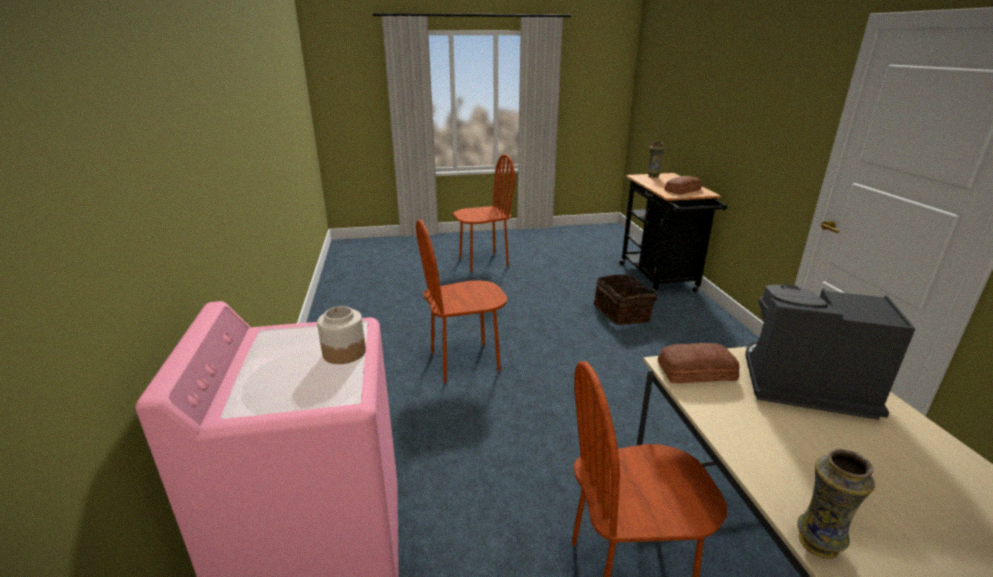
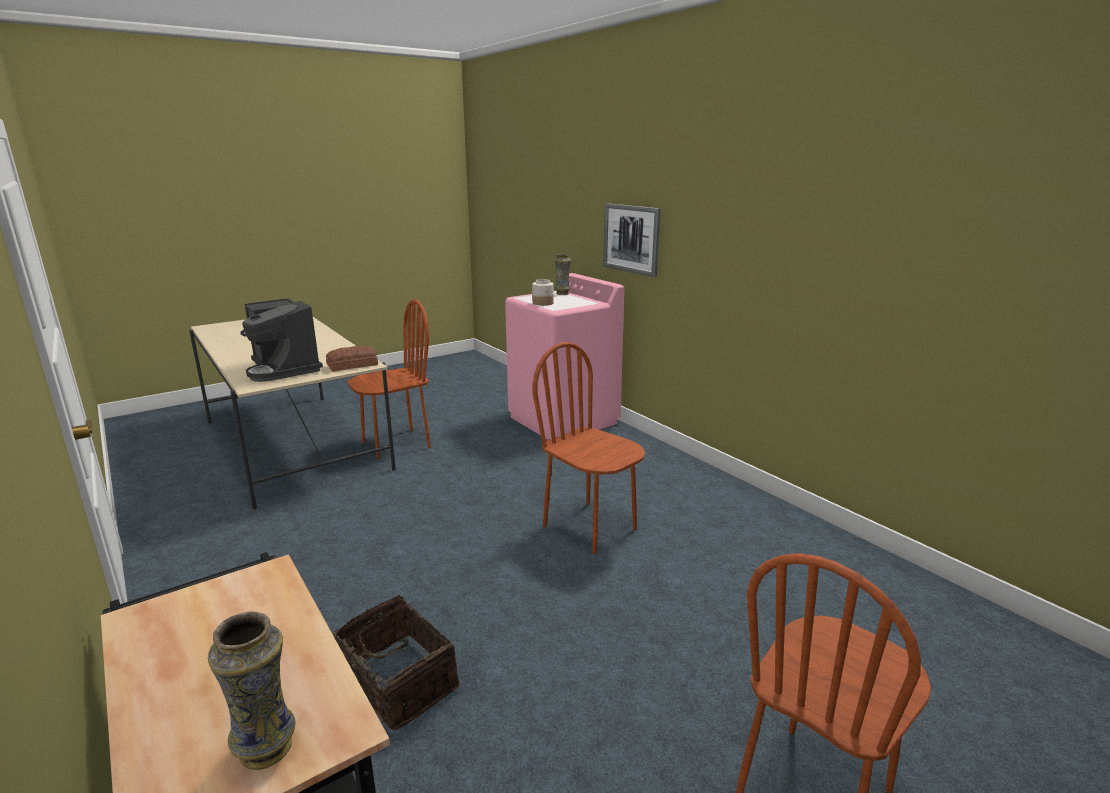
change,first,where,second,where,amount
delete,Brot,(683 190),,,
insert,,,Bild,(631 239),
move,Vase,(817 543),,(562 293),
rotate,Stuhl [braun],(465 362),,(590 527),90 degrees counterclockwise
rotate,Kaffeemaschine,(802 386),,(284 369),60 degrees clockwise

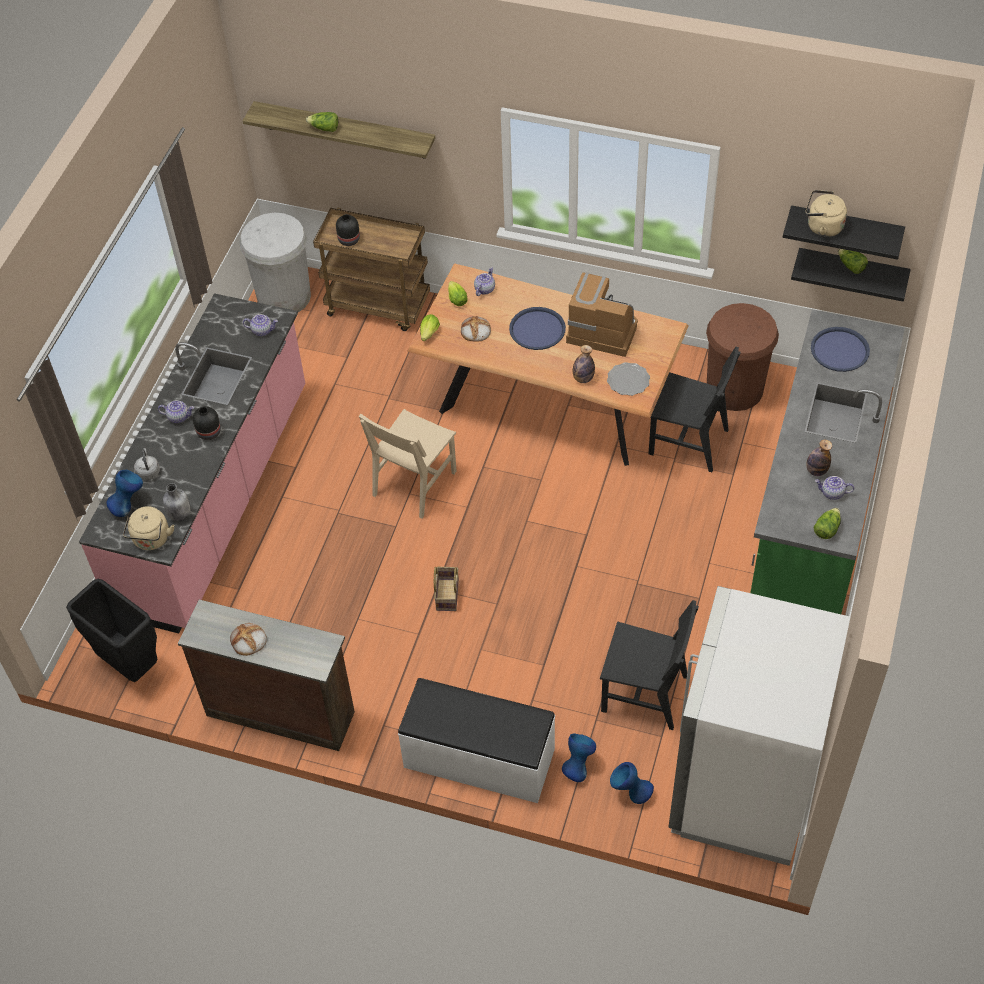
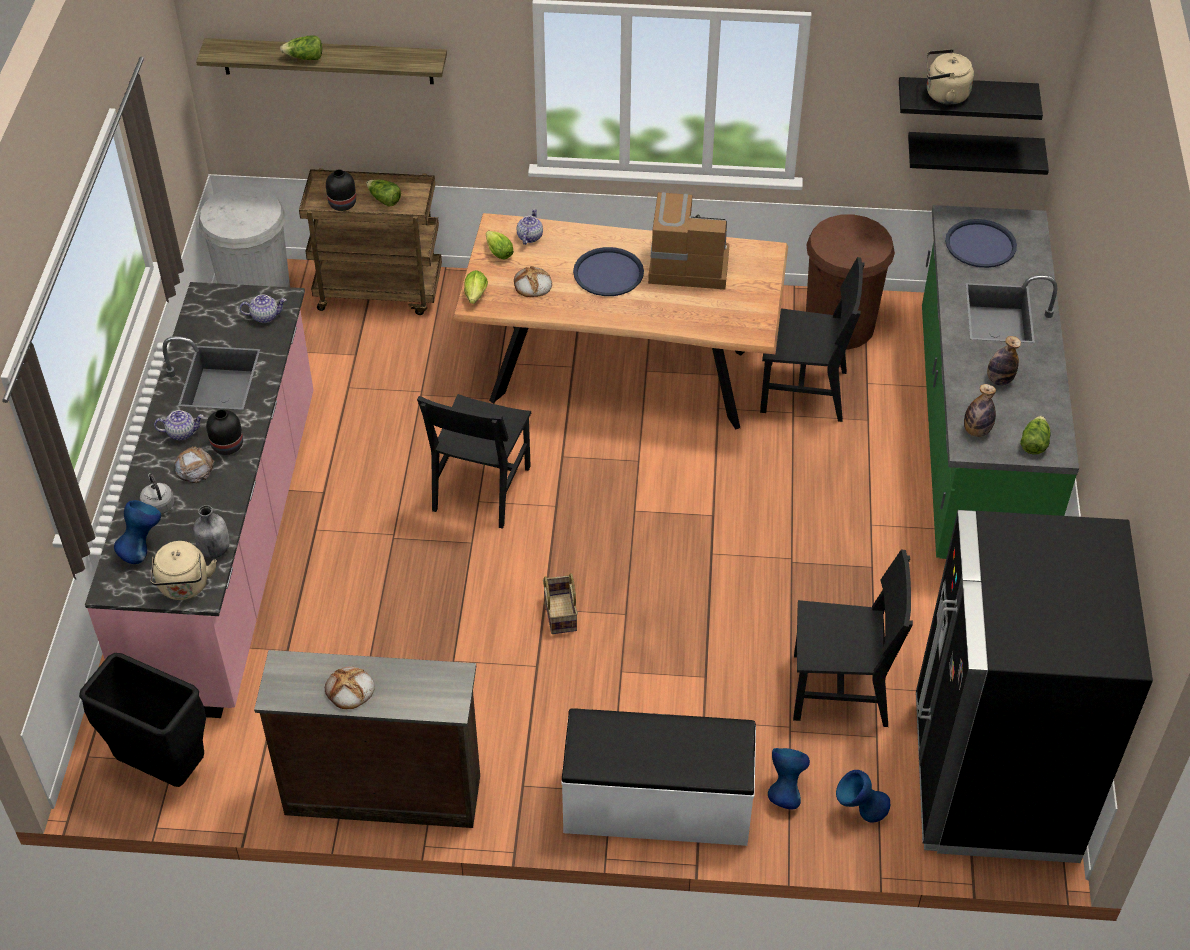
change,first,where,second,where,amount
delete,Teller,(628 380),,,
delete,Teekanne,(832 493),,,
insert,,,Brot,(194 468),
move,Flasche,(583 378),,(976 431),
move,Salatkopf,(851 266),,(384 199),
recolor,Stuhl [beige],(414 483),Stuhl [schwarz],(481 488),
recolor,Kühlschrank [weiß],(742 787),Kühlschrank [schwarz],(993 780),

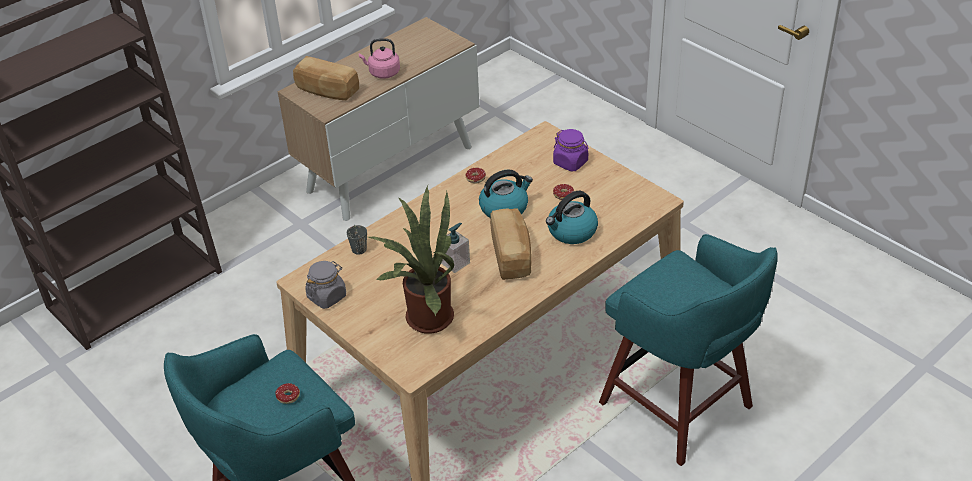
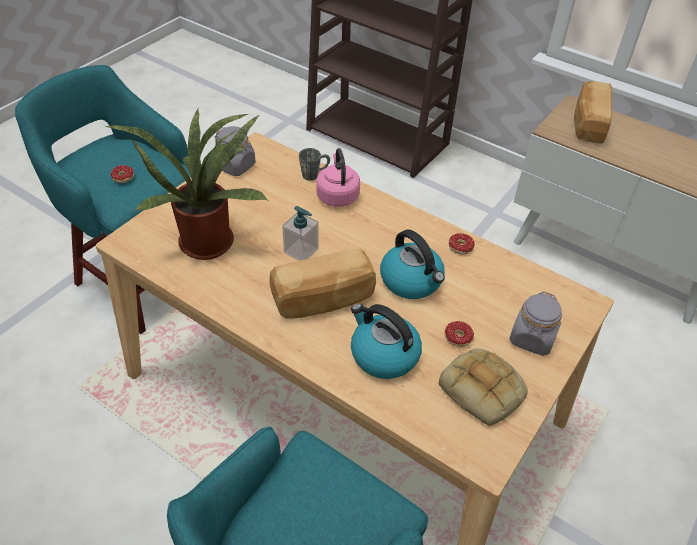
change,first,where,second,where,amount
insert,,,Brot,(484 390),
move,Wasserkessel [rosa],(382 73),,(337 195),
recolor,Vorratsglas [lila],(570 162),Vorratsglas [grau],(532 338),

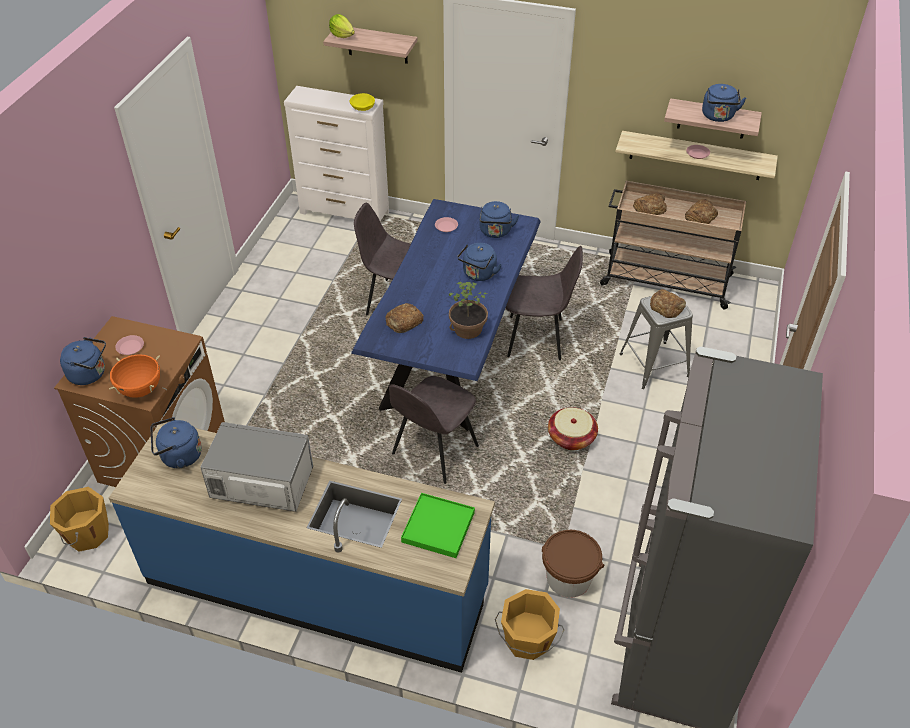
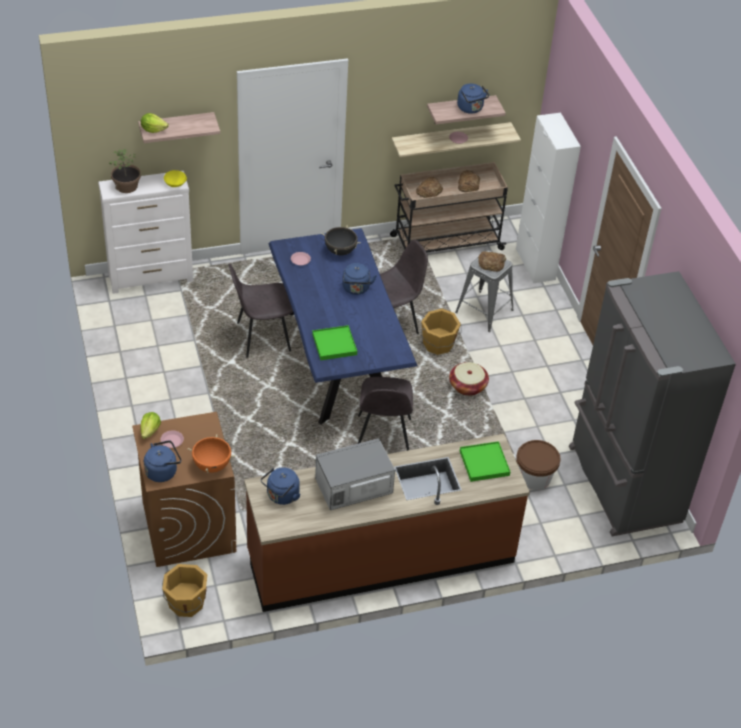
change,first,where,second,where,amount
insert,,,Salatkopf,(150 431),
insert,,,Schrank [weiß],(535 264),
move,Topfpflanze,(468 329),,(127 186),
move,Eimer [orange],(527 640),,(438 345),
replace,Brot,(403 321),Tablett [grün],(334 344),
replace,Wasserkessel [blau],(495 232),Kochtopf [schwarz],(340 251),
recolor,Küchenzeile [blau],(317 586),Küchenzeile [braun],(380 557),

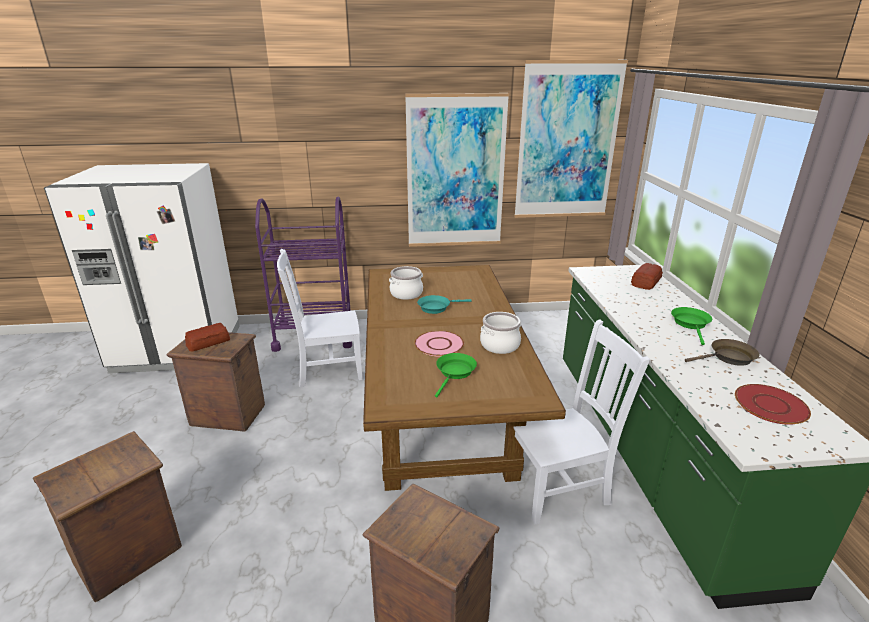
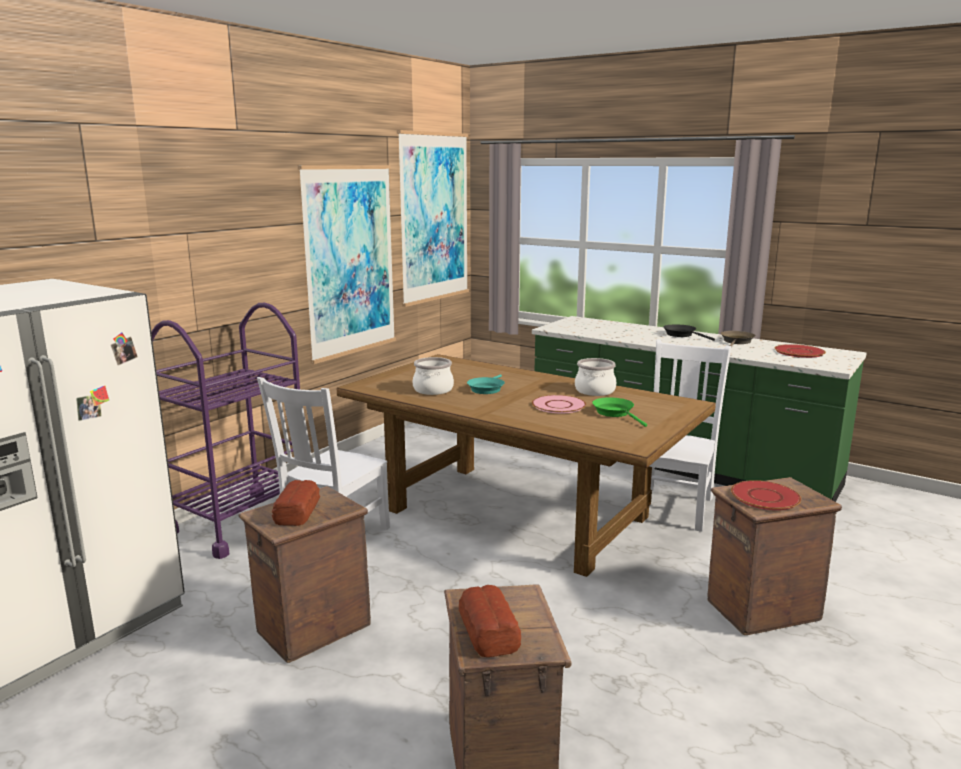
change,first,where,second,where,amount
insert,,,Teller [rot],(764 496),
move,Brot,(645 282),,(488 631),
recolor,Pfanne [grün],(691 324),Pfanne [schwarz],(682 335),

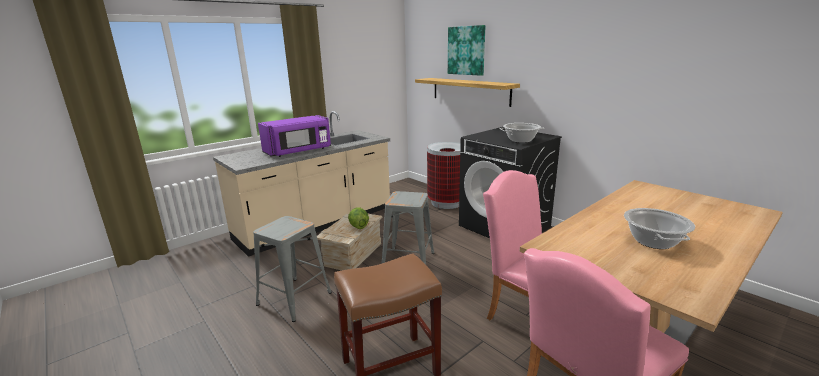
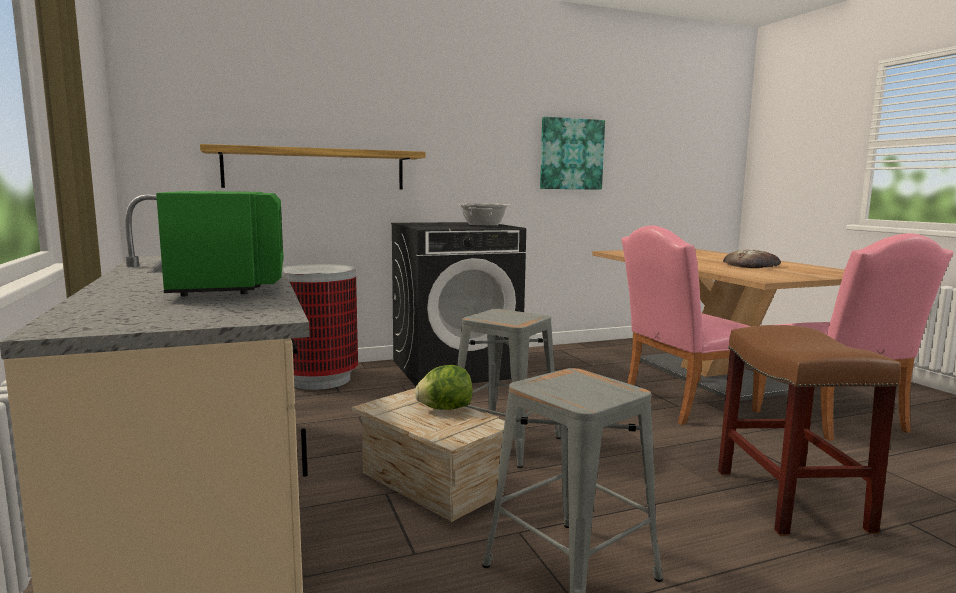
change,first,where,second,where,amount
move,Bild,(466 50),,(571 154),
replace,Kochtopf,(654 241),Brot,(751 265),
recolor,Mikrowelle [lila],(298 151),Mikrowelle [grün],(232 284),

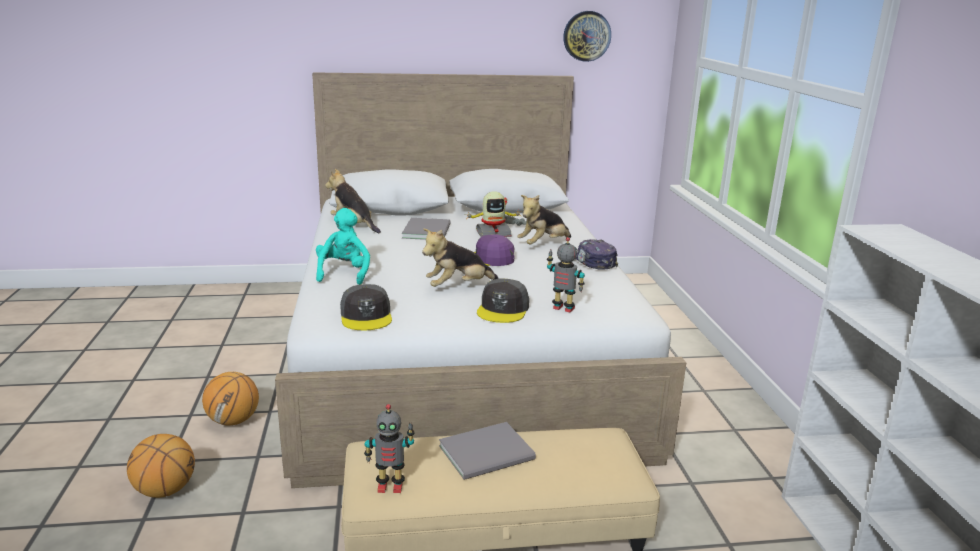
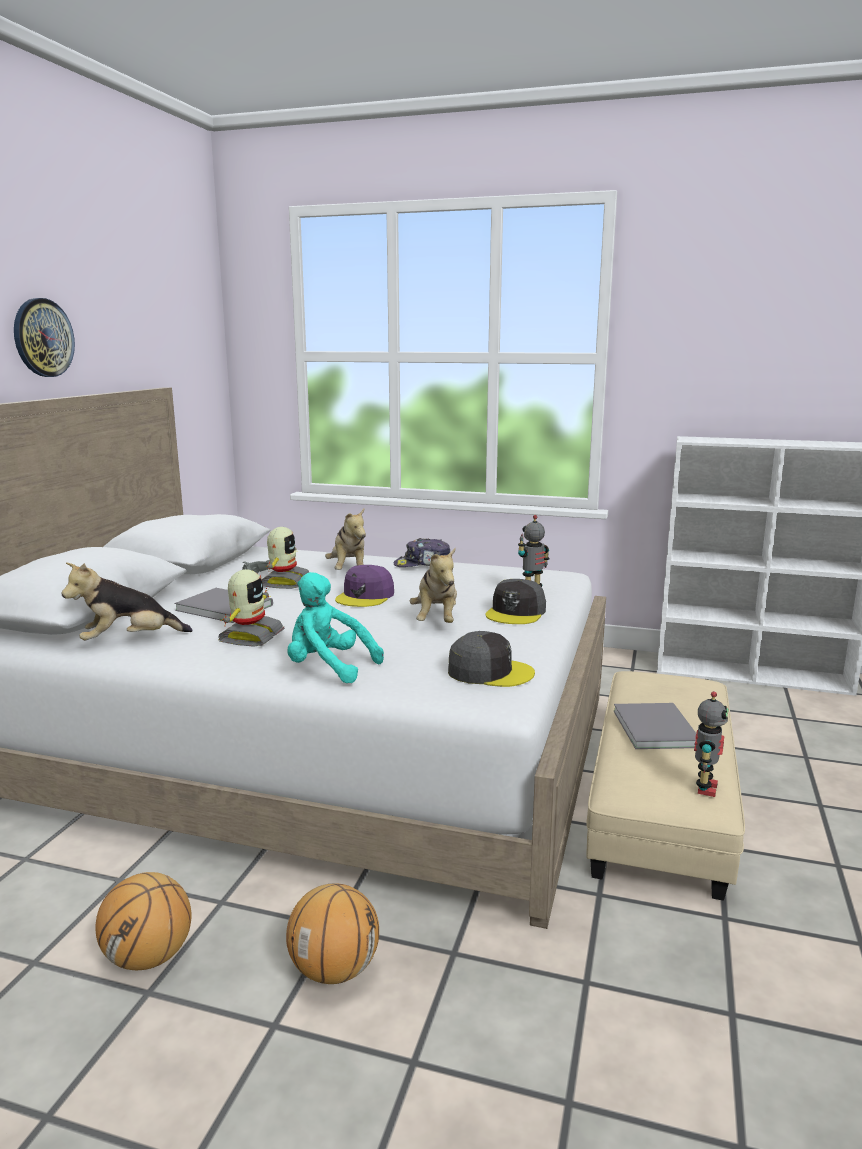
change,first,where,second,where,amount
insert,,,Spielzeugroboter,(250 637),
move,Basketball,(165 491),,(149 957),
move,Wanduhr,(586 36),,(43 338),
rotate,Kappe [grau],(503 309),,(516 612),75 degrees clockwise

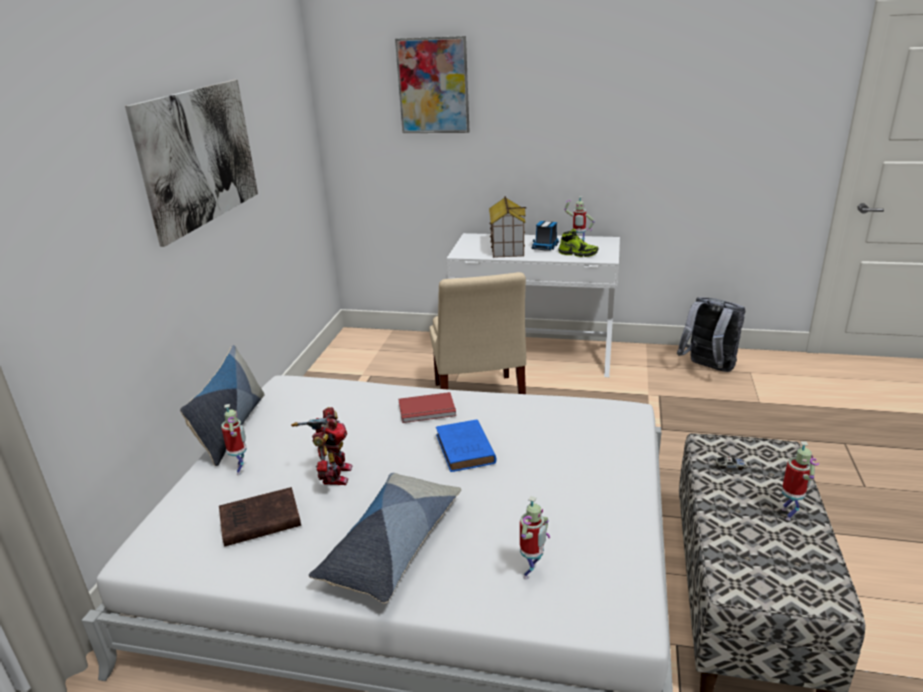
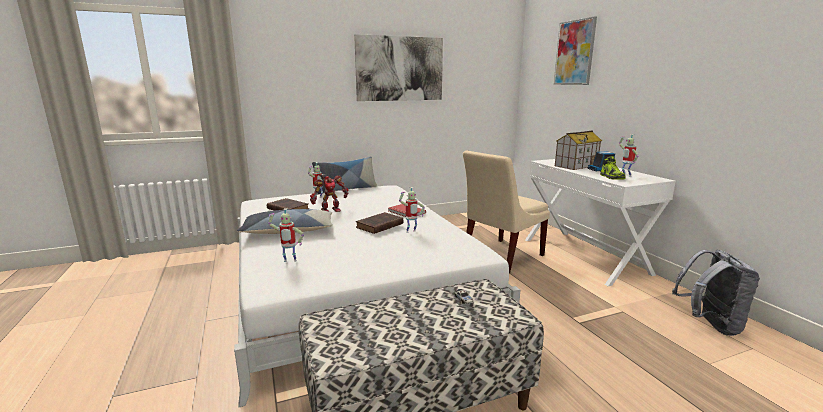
change,first,where,second,where,amount
move,Spielzeugroboter,(789 514),,(411 232),
recolor,Buch [blau],(465 450),Buch [braun],(379 226),

